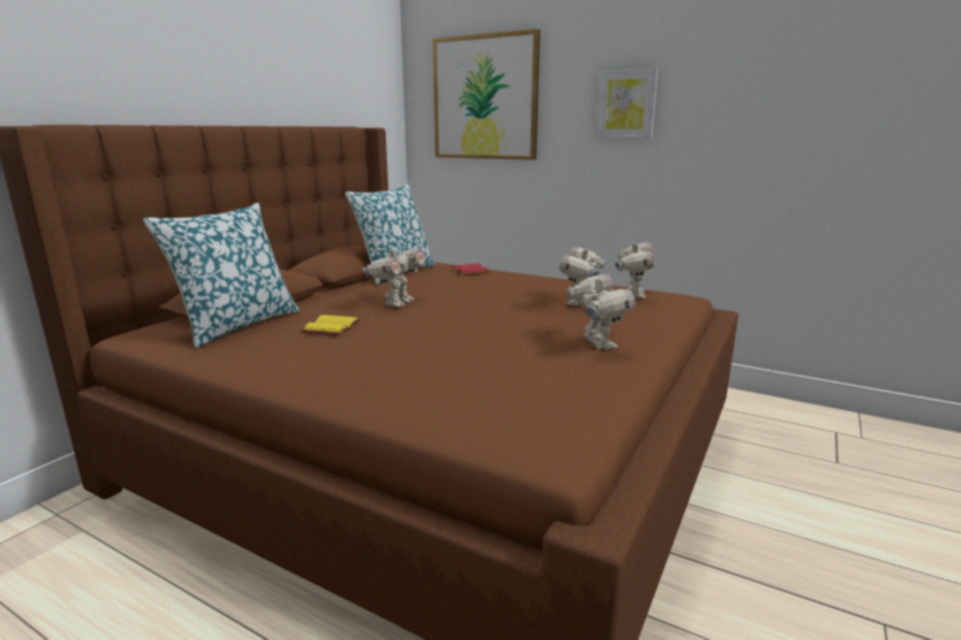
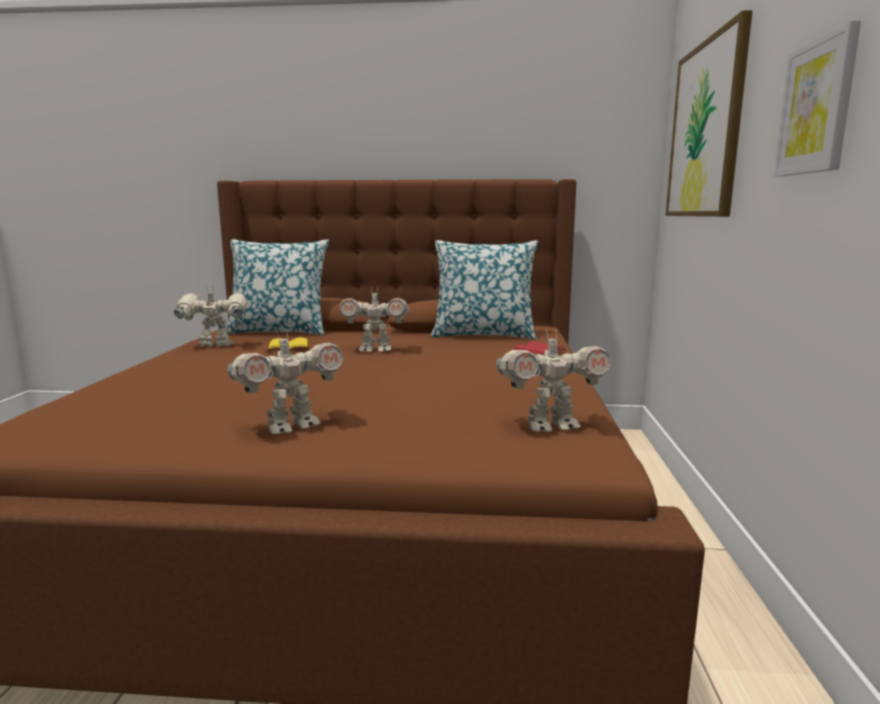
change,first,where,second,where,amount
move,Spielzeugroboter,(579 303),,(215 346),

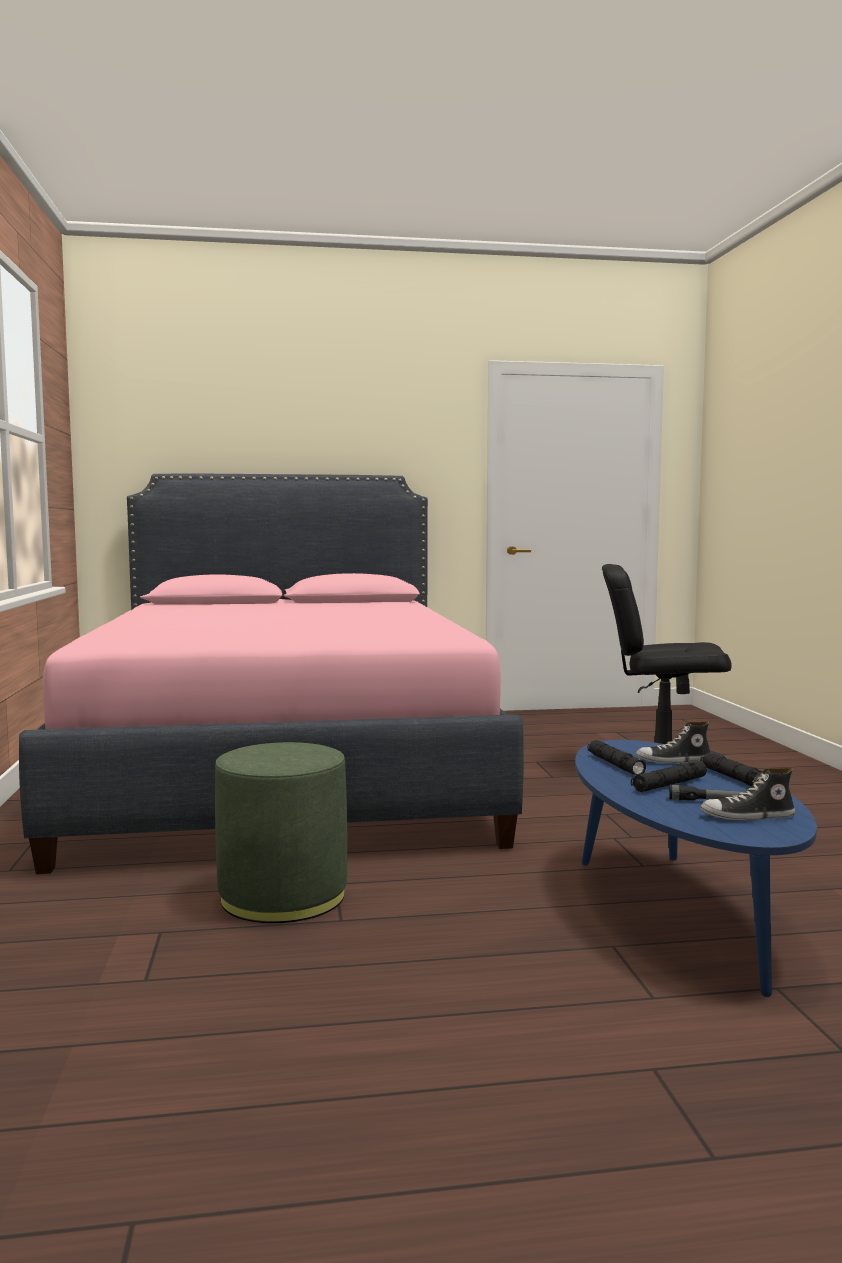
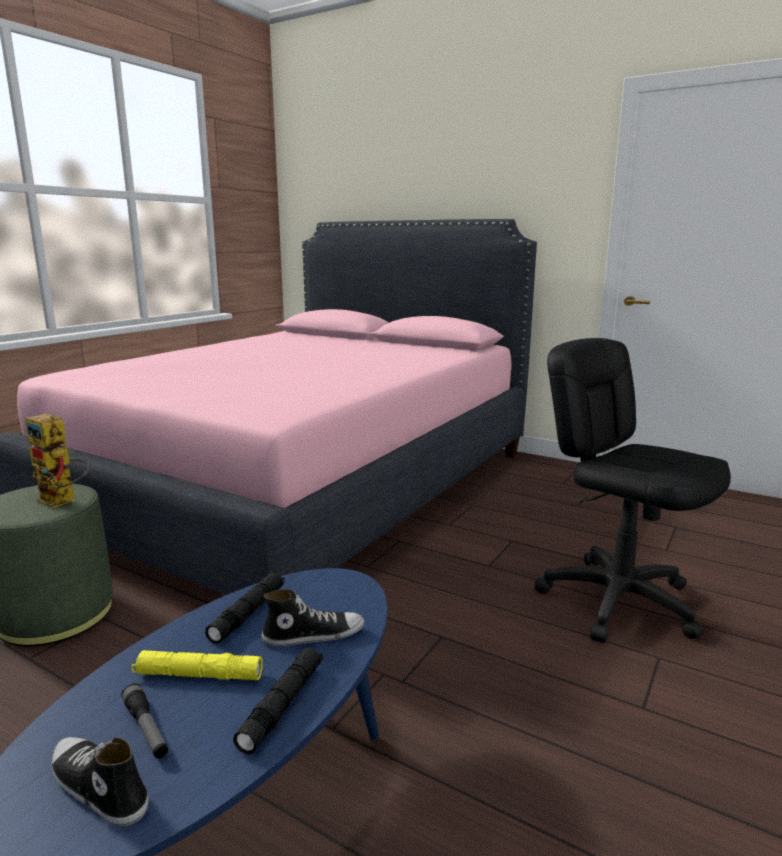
change,first,where,second,where,amount
insert,,,Spielzeugroboter,(64 501),
recolor,Taschenlampe [schwarz],(669 785),Taschenlampe [gelb],(198 675),
rotate,Schuh,(673 761),,(313 635),135 degrees clockwise

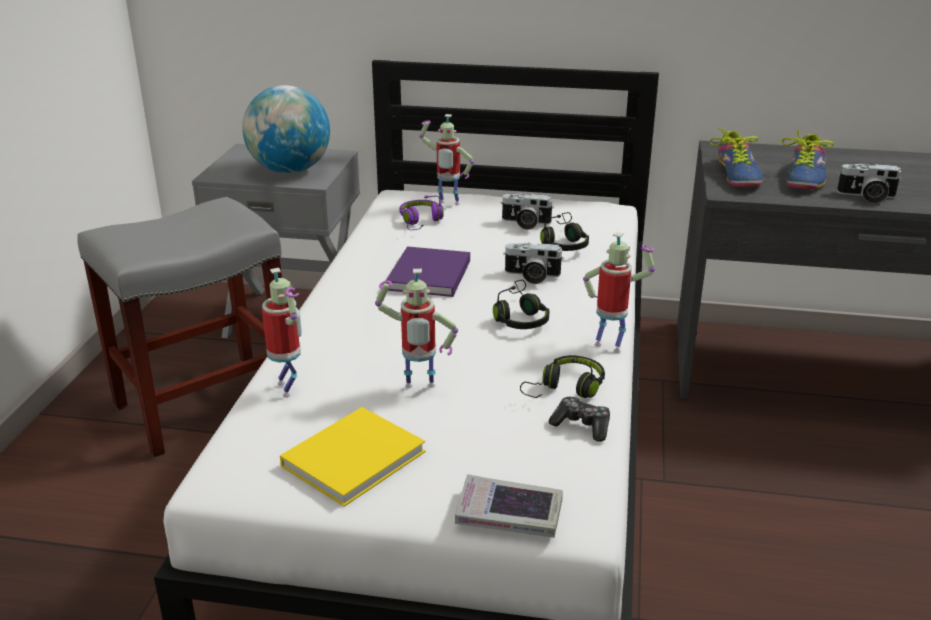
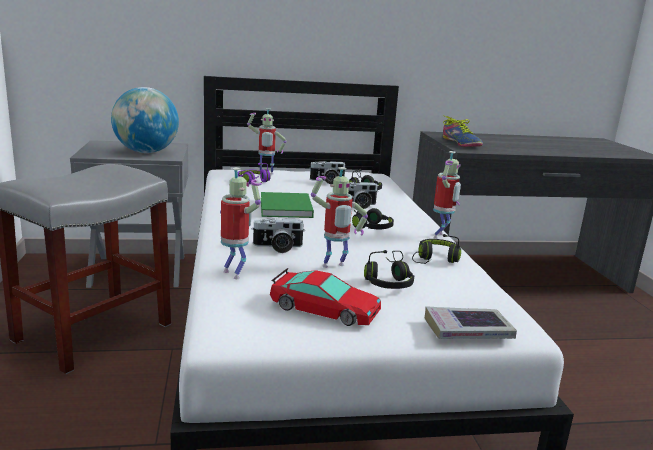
change,first,where,second,where,amount
delete,Gamepad,(582 426),,,
delete,Schuh,(805 177),,,
insert,,,Kopfhörer [schwarz],(388 280),
move,Kamera,(866 197),,(277 247),
replace,Buch [gelb],(357 457),Spielzeugauto,(324 309),
recolor,Buch [lila],(428 276),Buch [grün],(286 208),
rotate,Spielzeugroboter,(610 346),,(441 236),105 degrees clockwise

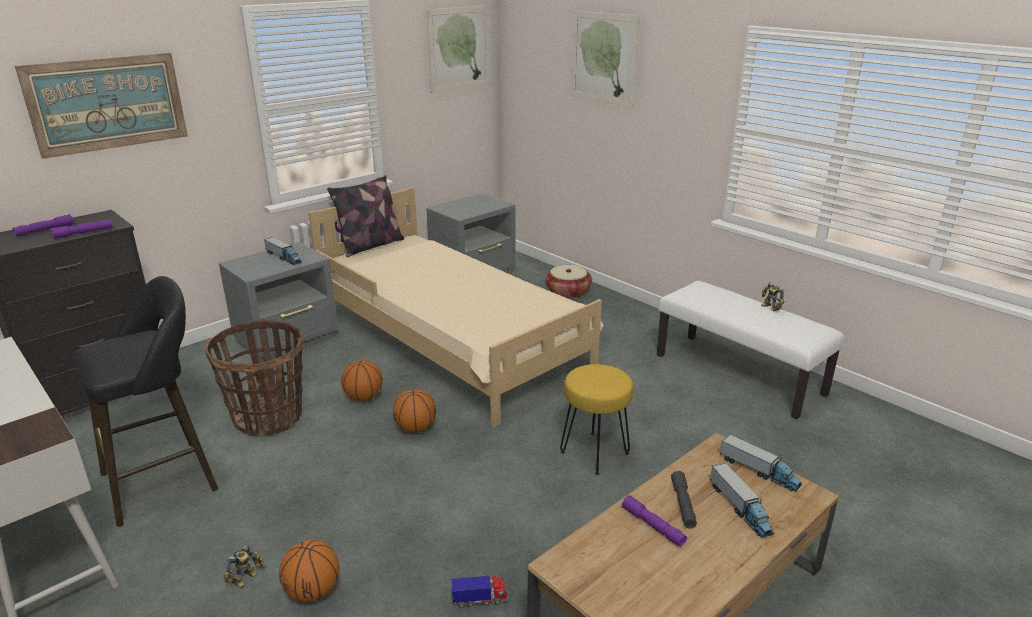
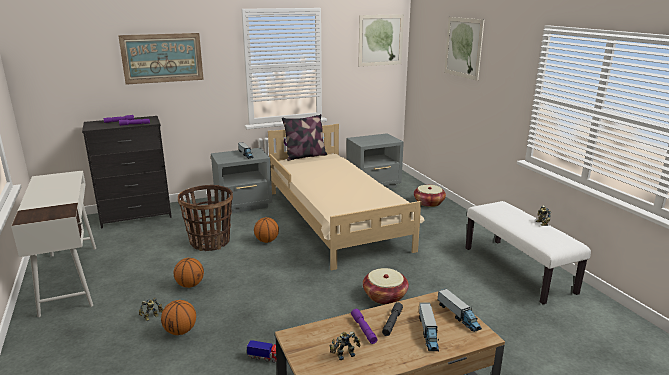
change,first,where,second,where,amount
delete,Hocker [schwarz],(167 479),,,
insert,,,Spielzeugroboter,(344 354),
move,Basketball,(416 428),,(190 285),
replace,Hocker [gelb],(593 453),Korb,(385 296),

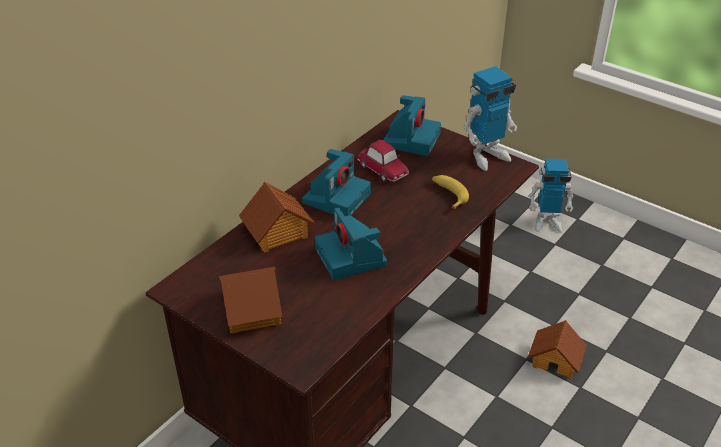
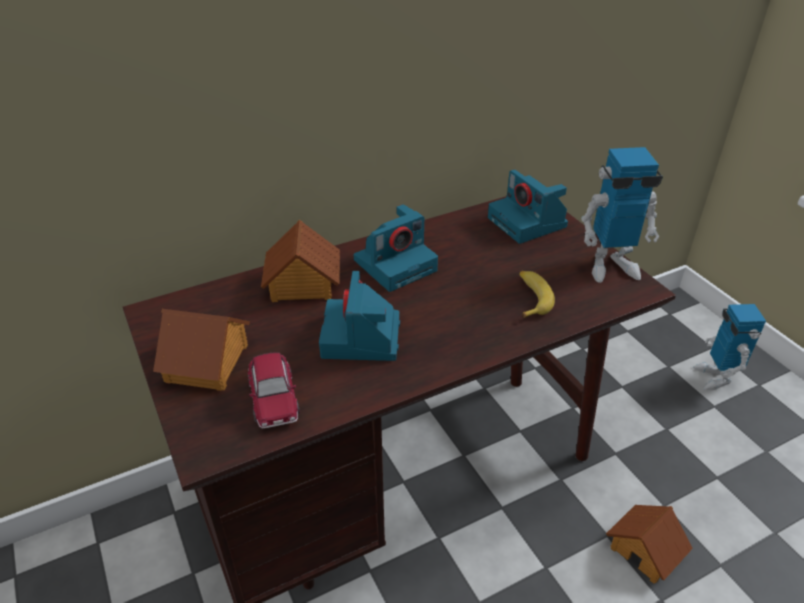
change,first,where,second,where,amount
move,Spielzeugauto,(383 169),,(274 398),
rotate,Kamera,(411 139),,(528 223),105 degrees clockwise
rotate,Spielzeugroboter,(547 222),,(716 377),60 degrees clockwise

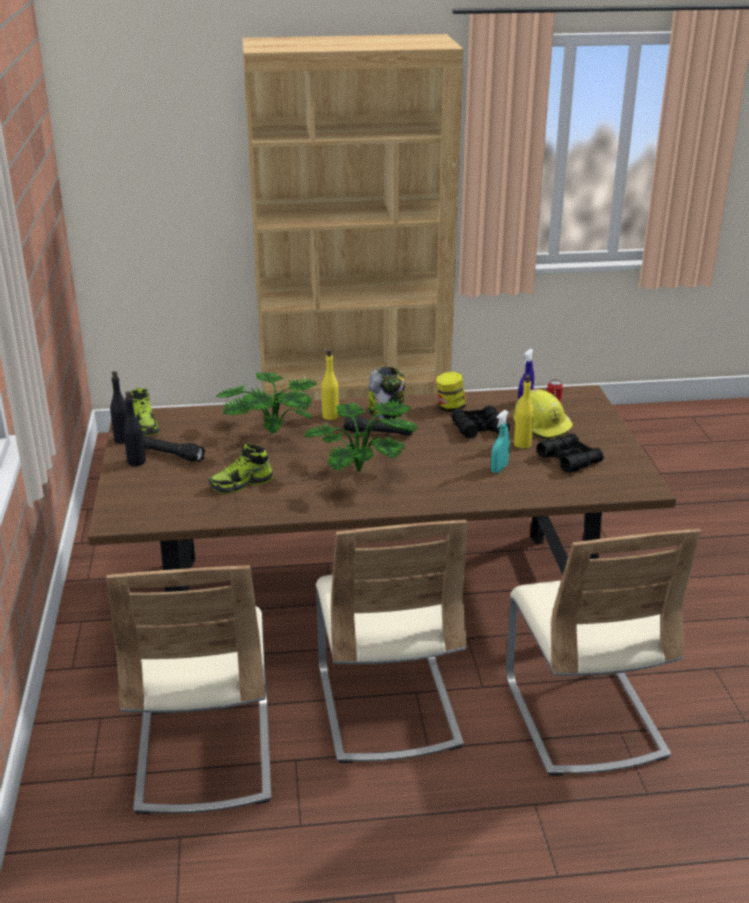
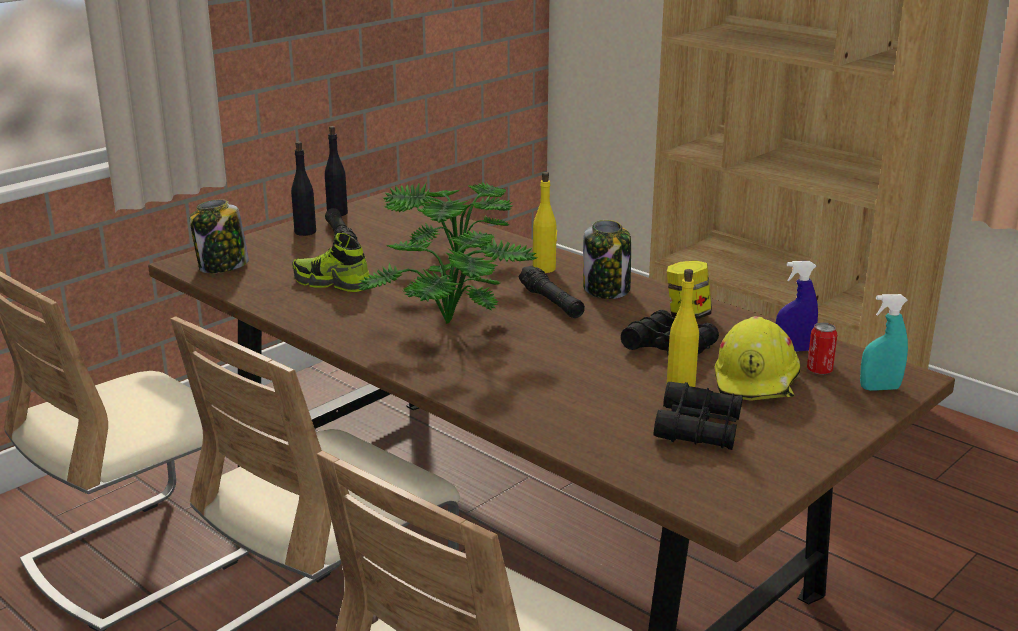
change,first,where,second,where,amount
delete,Schuh,(145 426),,,
insert,,,Vorratsglas,(222 266),
move,Sprühflasche [türkis],(499 469),,(879 388),

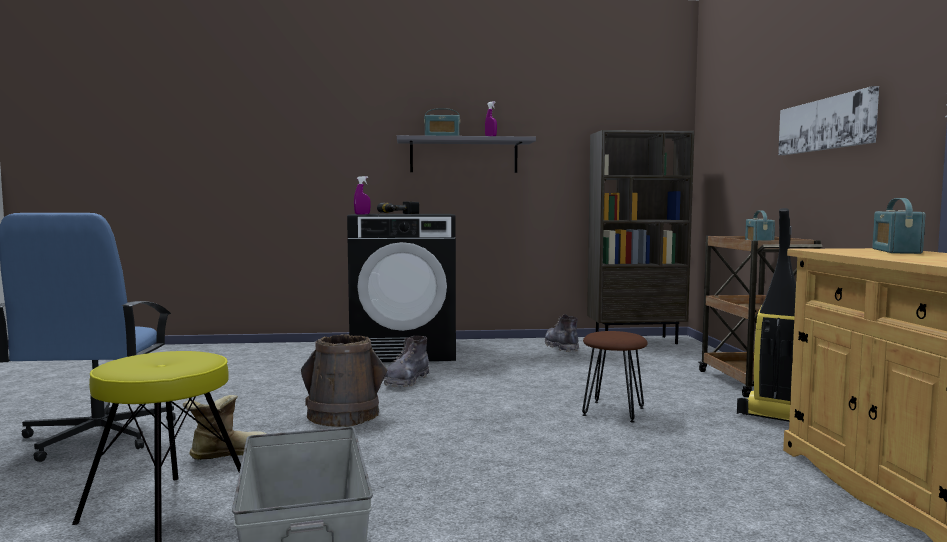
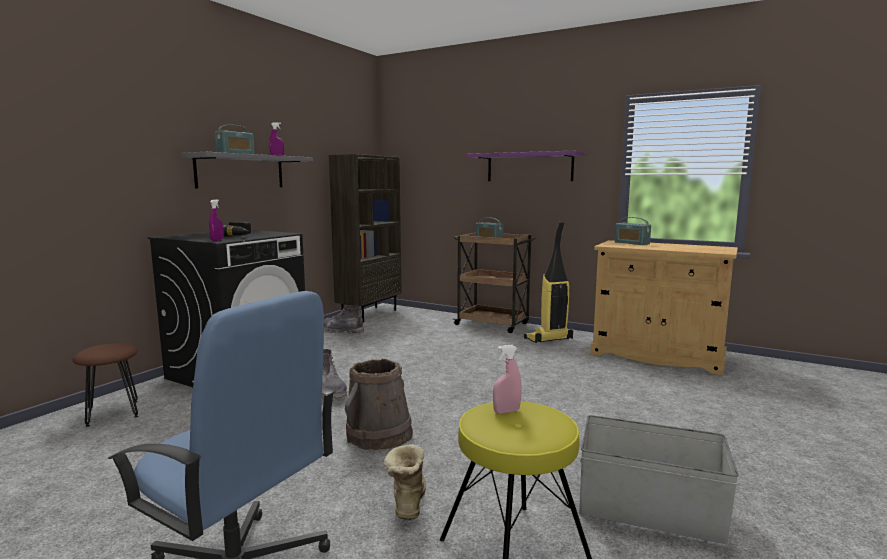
change,first,where,second,where,amount
insert,,,Sprühflasche [rosa],(506 411),
move,Hocker [braun],(613 411),,(113 413),
replace,Bild,(826 124),Wandregal [lila],(529 167),

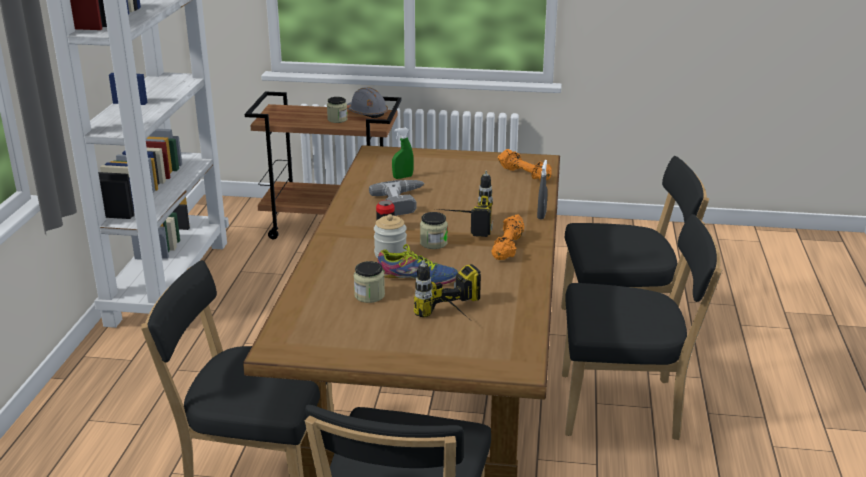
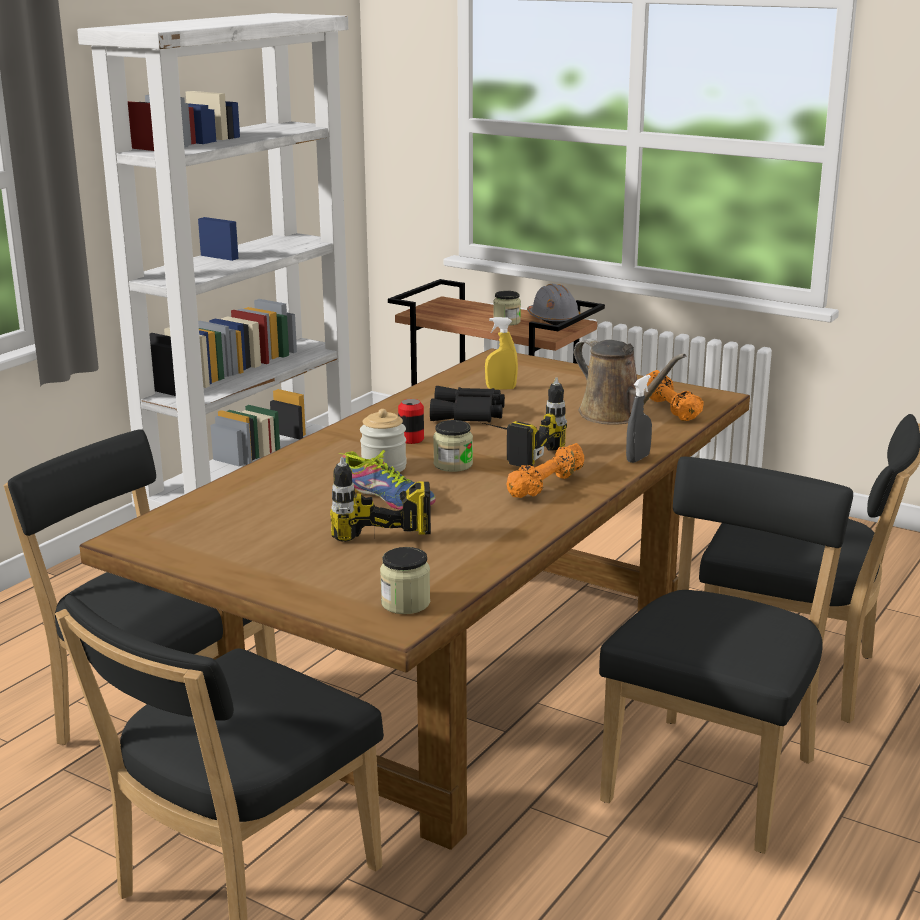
change,first,where,second,where,amount
insert,,,Gießkanne [braun],(616 415),
move,Vorratsglas,(369 295),,(405 603),
replace,Bohrmaschine,(403 202),Fernglas [schwarz],(468 415),
recolor,Sprühflasche [grün],(403 177),Sprühflasche [gelb],(501 388),
rotate,Stuhl [schwarz],(626 407),,(715 776),90 degrees counterclockwise

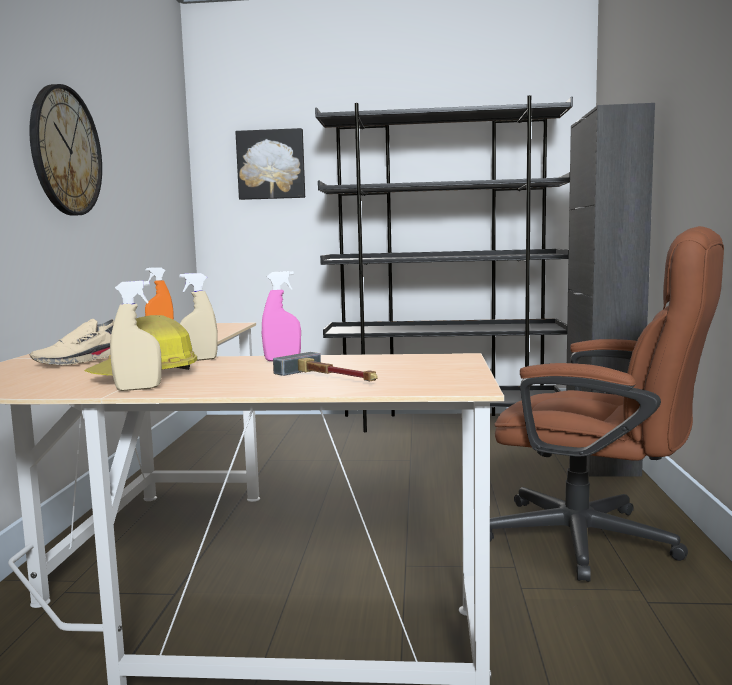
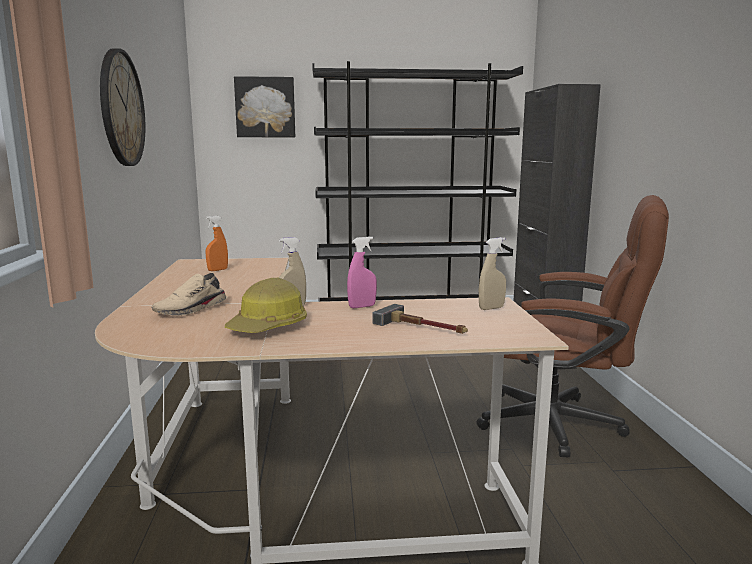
change,first,where,second,where,amount
move,Sprühflasche [beige],(138 389),,(491 308),

